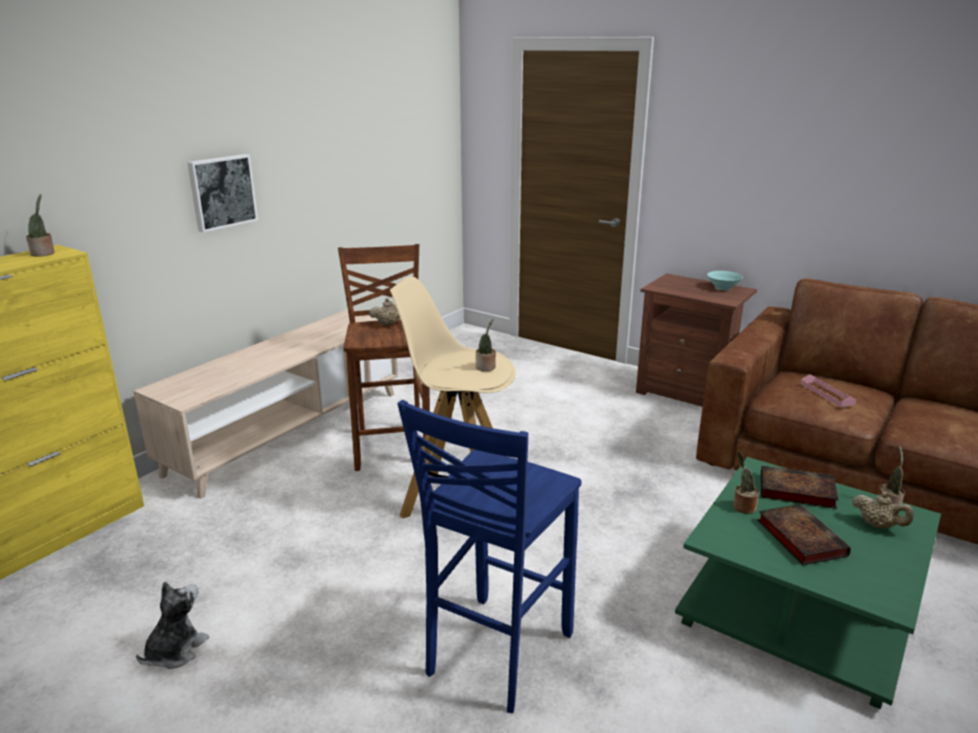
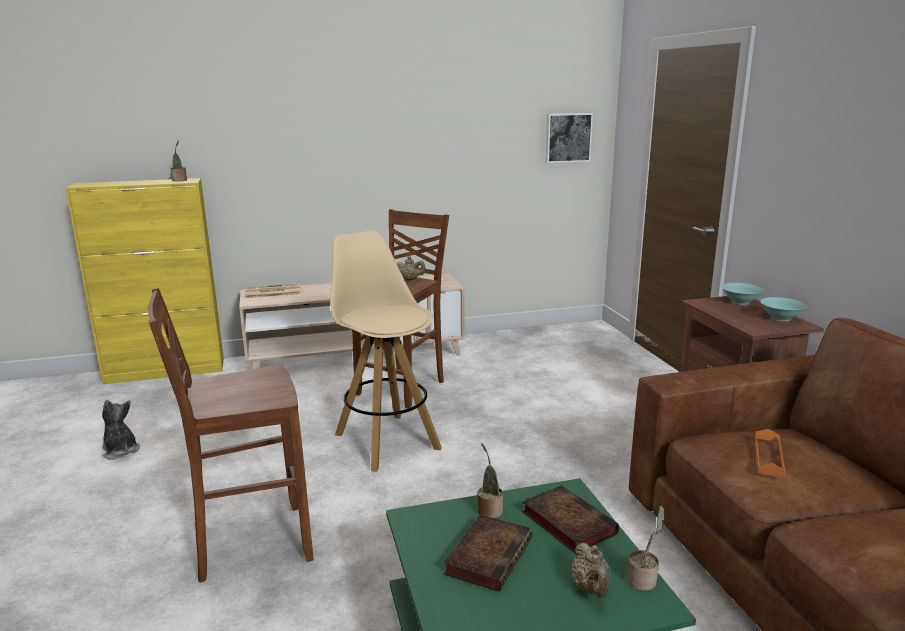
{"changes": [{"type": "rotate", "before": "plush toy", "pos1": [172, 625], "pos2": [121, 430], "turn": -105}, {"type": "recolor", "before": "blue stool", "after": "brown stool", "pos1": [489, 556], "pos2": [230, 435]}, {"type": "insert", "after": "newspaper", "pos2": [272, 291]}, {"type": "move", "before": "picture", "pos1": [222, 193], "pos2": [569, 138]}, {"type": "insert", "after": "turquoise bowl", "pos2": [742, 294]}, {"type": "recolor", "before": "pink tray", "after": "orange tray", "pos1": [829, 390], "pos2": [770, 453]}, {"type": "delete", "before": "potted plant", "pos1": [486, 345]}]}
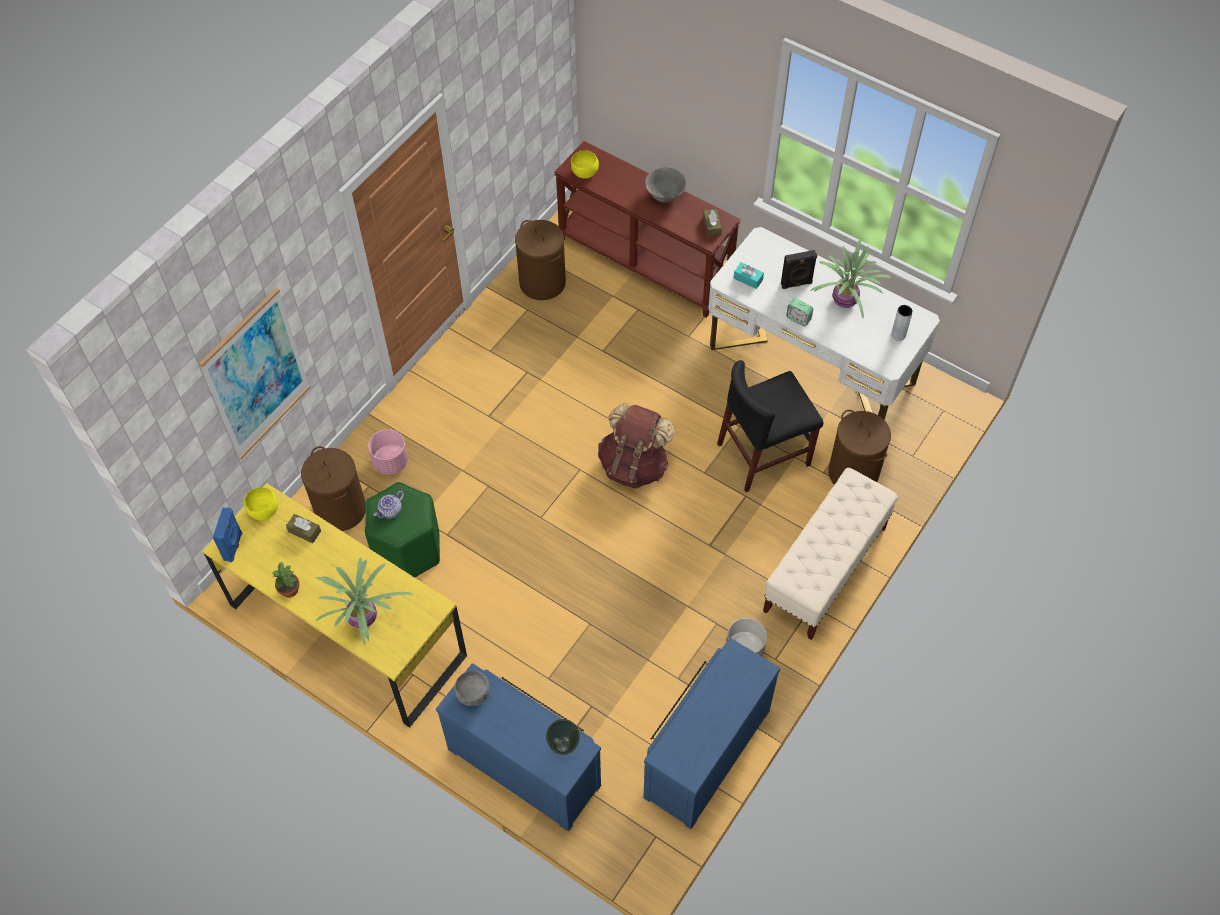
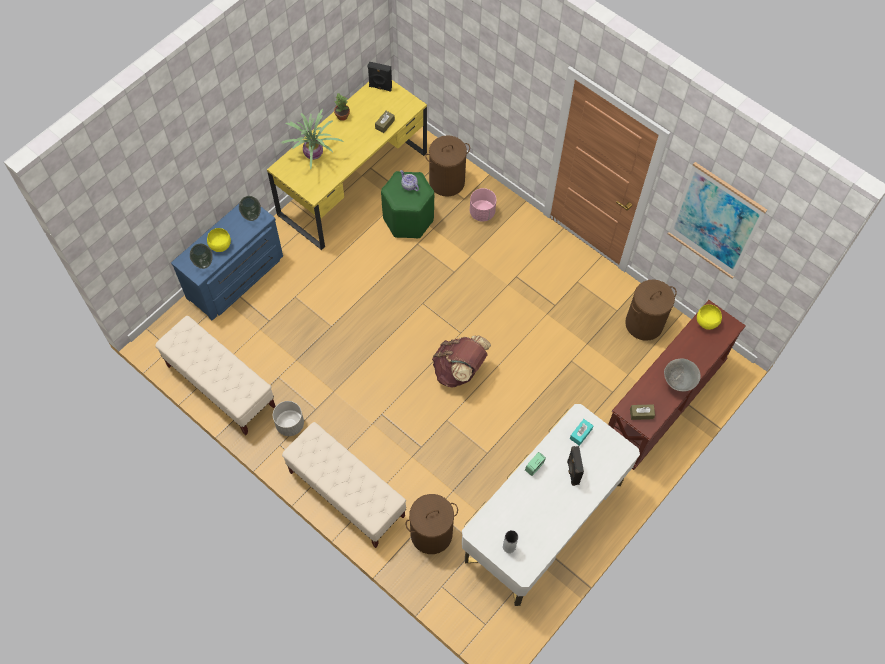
{"changes": [{"type": "replace", "before": "blue dresser", "after": "beige bench", "pos1": [711, 733], "pos2": [215, 375]}, {"type": "move", "before": "yellow bowl", "pos1": [261, 503], "pos2": [219, 240]}, {"type": "replace", "before": "grey bowl", "after": "vase", "pos1": [472, 688], "pos2": [250, 208]}, {"type": "recolor", "before": "blue speaker", "after": "black speaker", "pos1": [227, 534], "pos2": [379, 76]}, {"type": "move", "before": "picture", "pos1": [254, 373], "pos2": [717, 220]}, {"type": "delete", "before": "black chair", "pos1": [770, 426]}, {"type": "delete", "before": "potted plant", "pos1": [851, 278]}]}
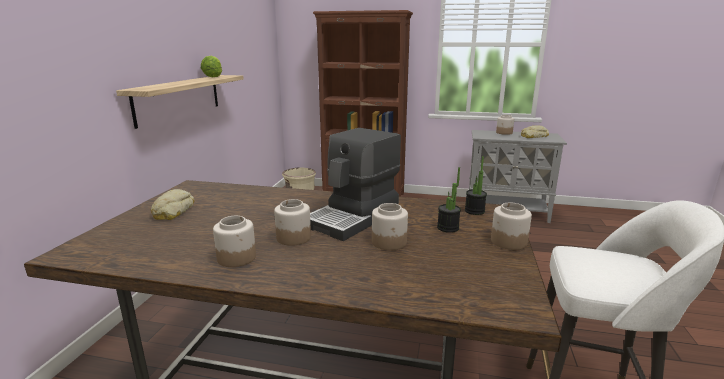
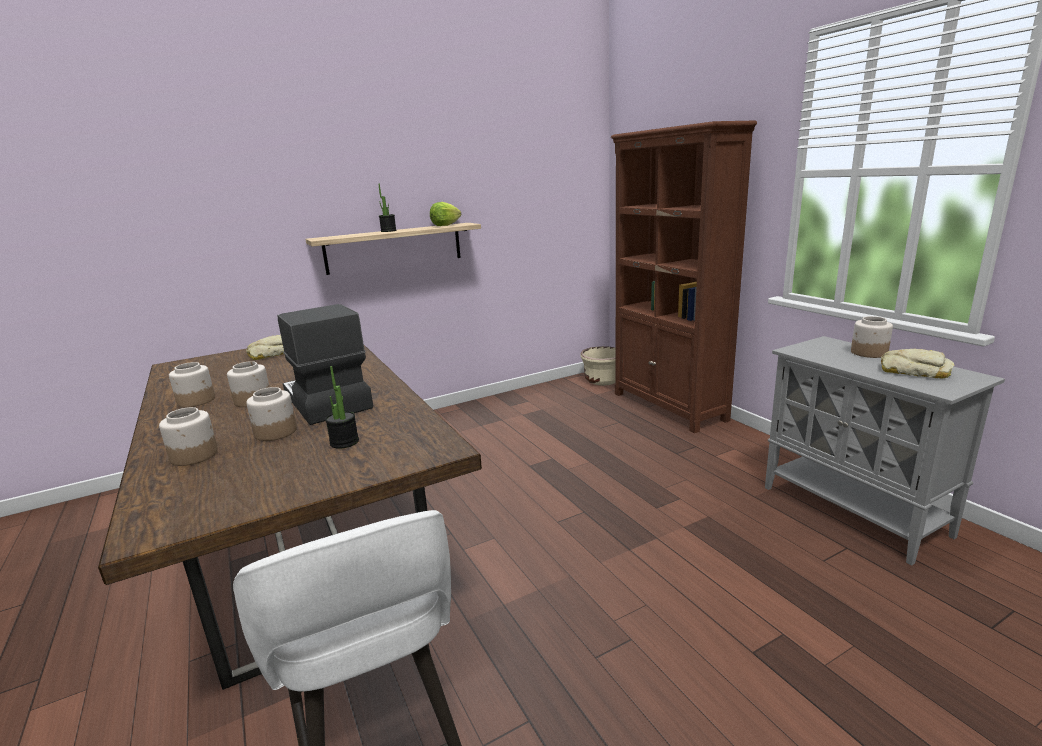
{"changes": [{"type": "move", "before": "jar", "pos1": [511, 226], "pos2": [188, 436]}, {"type": "rotate", "before": "coffee machine", "pos1": [355, 184], "pos2": [325, 364], "turn": 60}, {"type": "move", "before": "potted plant", "pos1": [476, 185], "pos2": [387, 207]}]}
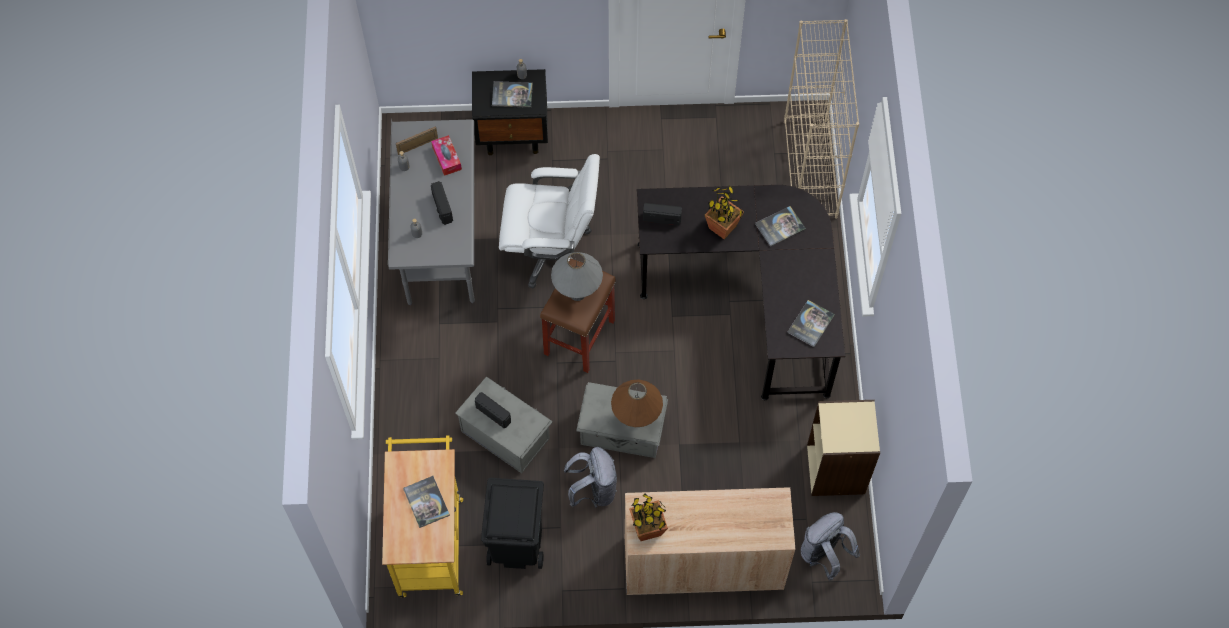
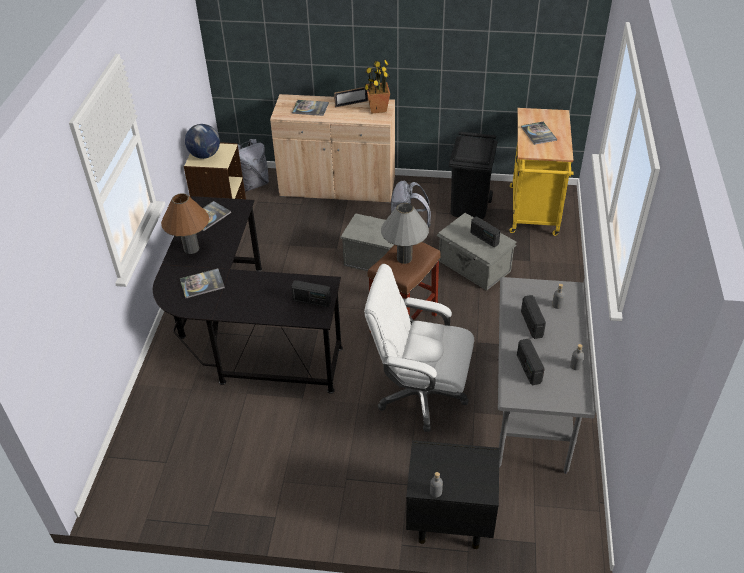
{"changes": [{"type": "move", "before": "brown table lamp", "pos1": [637, 403], "pos2": [185, 223]}, {"type": "insert", "after": "globe", "pos2": [202, 141]}, {"type": "move", "before": "book", "pos1": [512, 94], "pos2": [310, 108]}, {"type": "move", "before": "picture frame", "pos1": [417, 140], "pos2": [351, 97]}, {"type": "replace", "before": "tissue box", "after": "radio", "pos1": [446, 155], "pos2": [531, 362]}, {"type": "delete", "before": "potted plant", "pos1": [724, 212]}, {"type": "delete", "before": "beige bookcase", "pos1": [821, 119]}]}
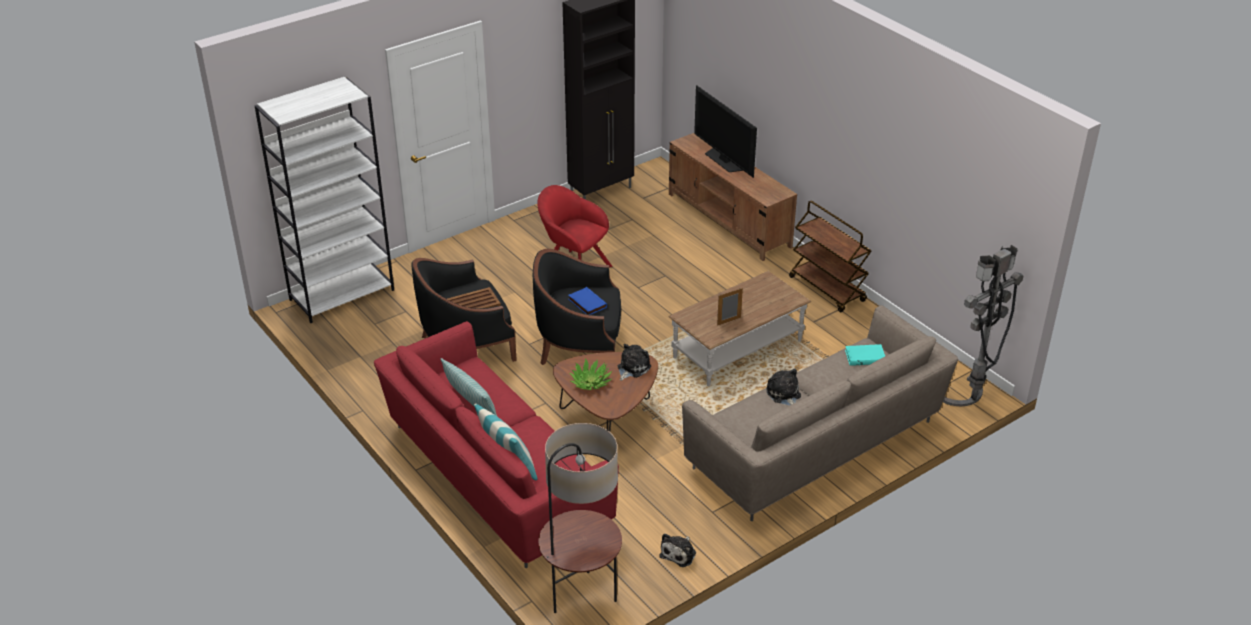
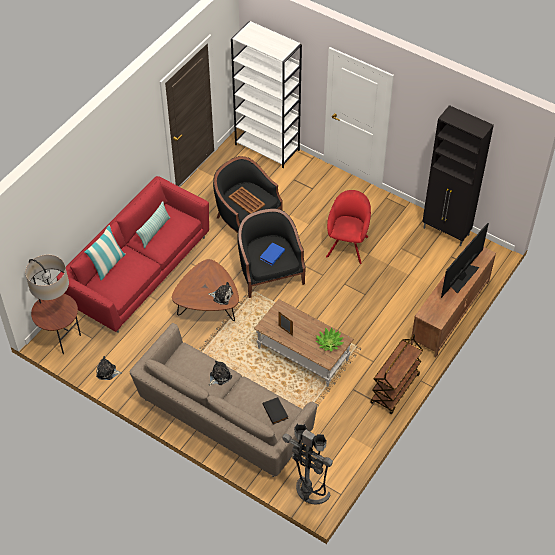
{"changes": [{"type": "recolor", "before": "turquoise book", "after": "black book", "pos1": [865, 355], "pos2": [275, 411]}, {"type": "move", "before": "potted plant", "pos1": [591, 374], "pos2": [329, 339]}]}
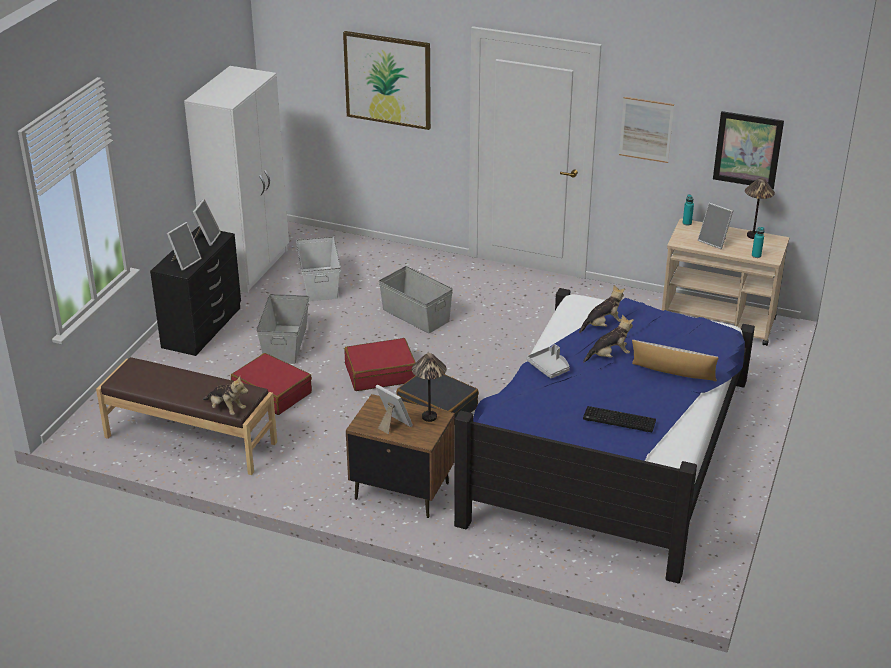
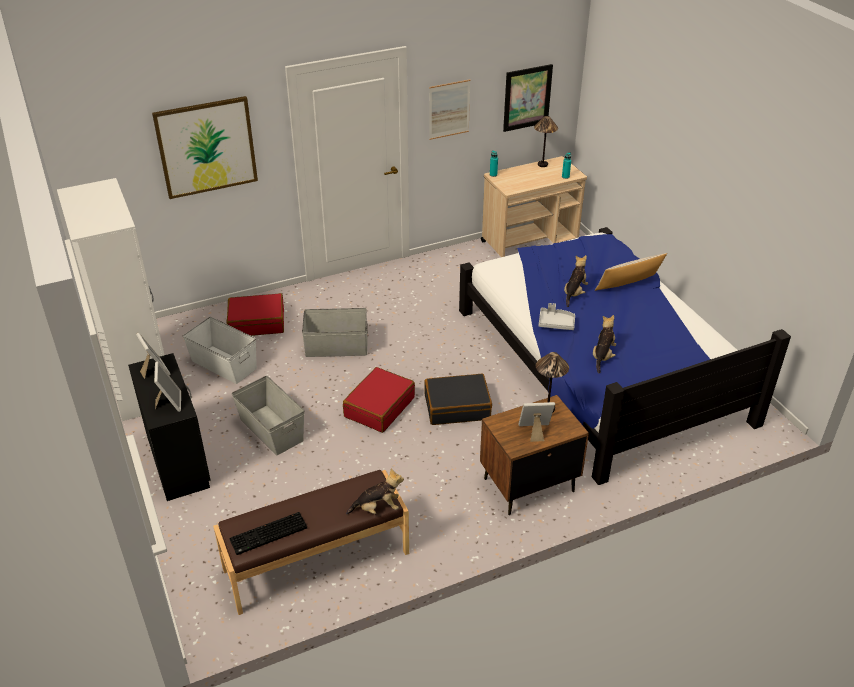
{"changes": [{"type": "move", "before": "red suitcase", "pos1": [271, 384], "pos2": [255, 314]}, {"type": "move", "before": "keyboard", "pos1": [619, 419], "pos2": [268, 533]}, {"type": "move", "before": "plush toy", "pos1": [602, 309], "pos2": [604, 344]}, {"type": "delete", "before": "picture frame", "pos1": [715, 226]}]}
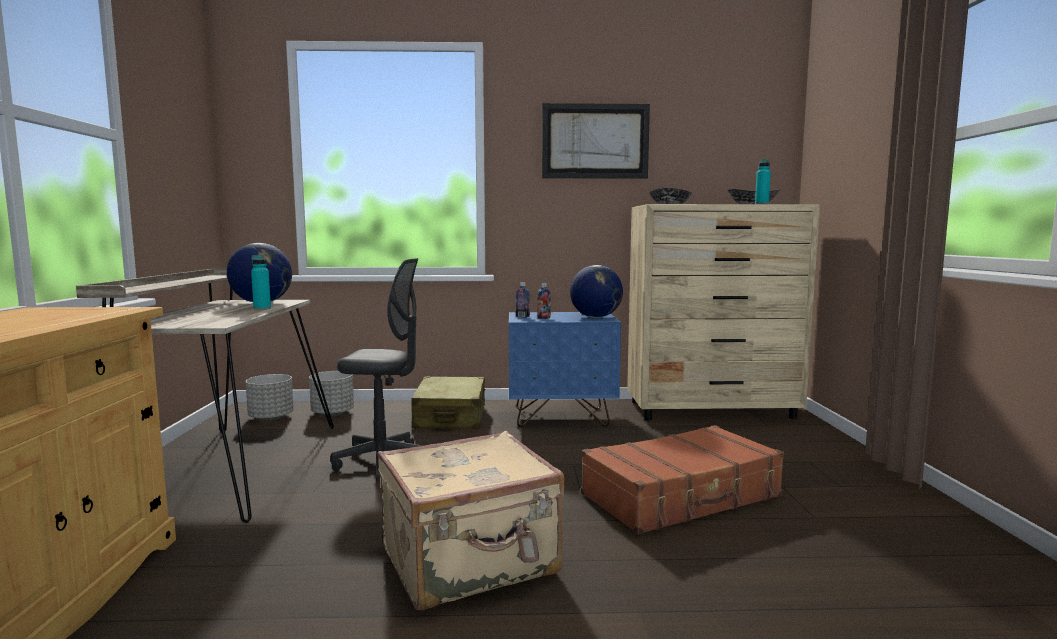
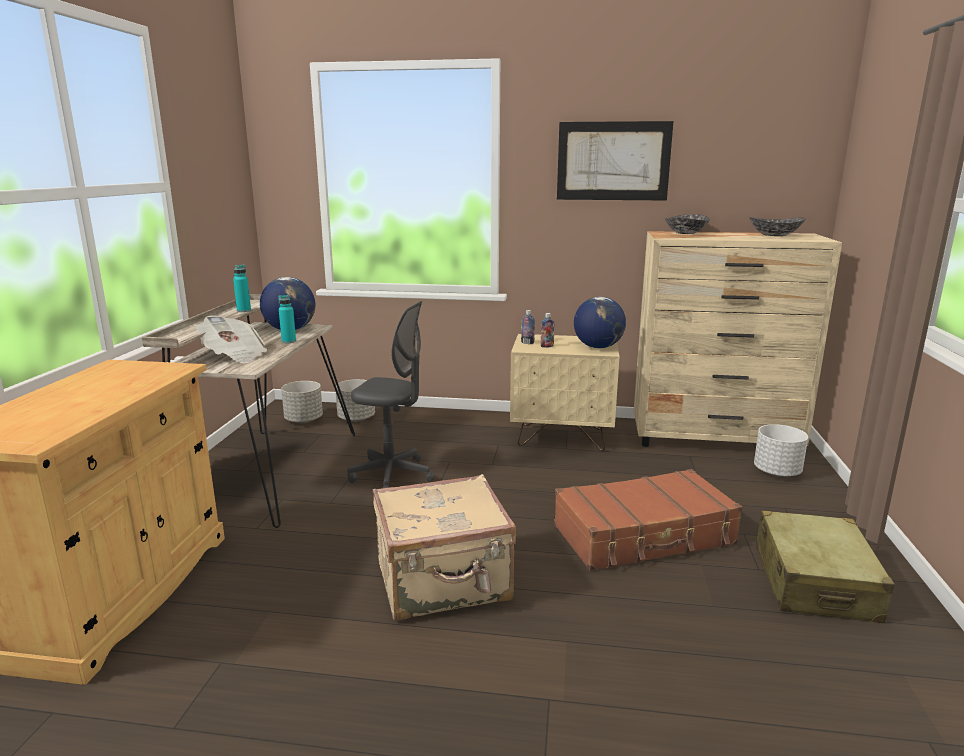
{"changes": [{"type": "insert", "after": "newspaper", "pos2": [231, 339]}, {"type": "move", "before": "turquoise bottle", "pos1": [763, 181], "pos2": [242, 288]}, {"type": "recolor", "before": "blue nightstand", "after": "beige nightstand", "pos1": [565, 369], "pos2": [564, 392]}, {"type": "insert", "after": "white planter", "pos2": [781, 450]}, {"type": "move", "before": "beige suitcase", "pos1": [448, 403], "pos2": [825, 567]}]}
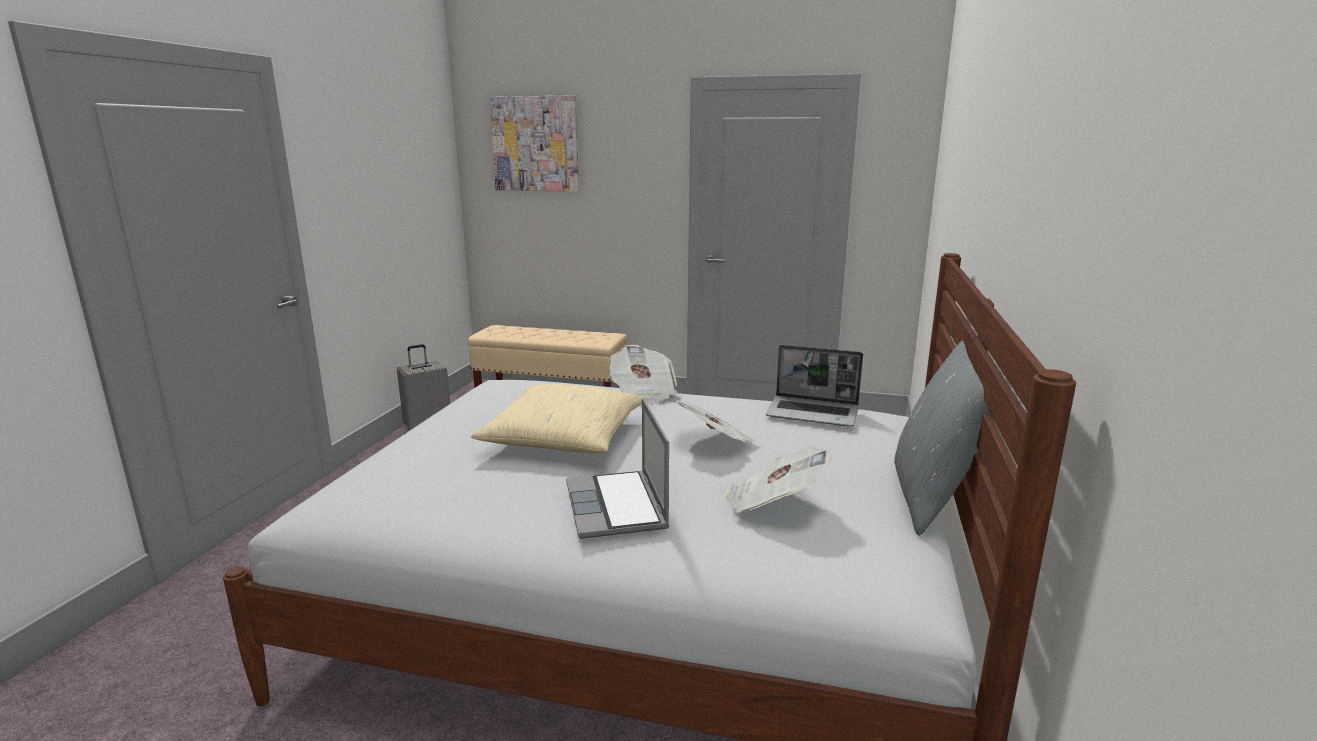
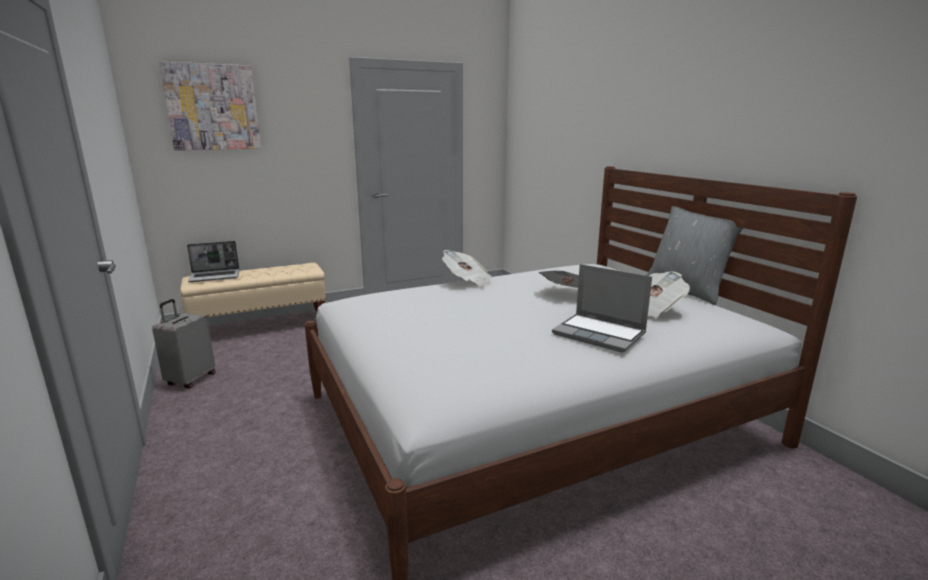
{"changes": [{"type": "move", "before": "laptop", "pos1": [814, 385], "pos2": [213, 261]}, {"type": "delete", "before": "beige pillow", "pos1": [558, 418]}]}
